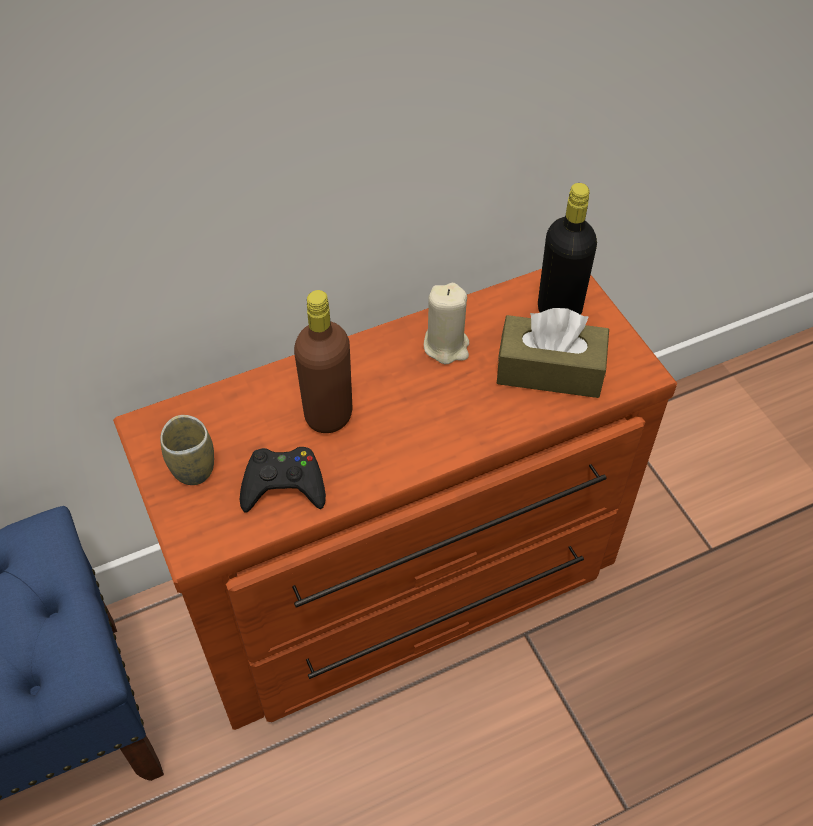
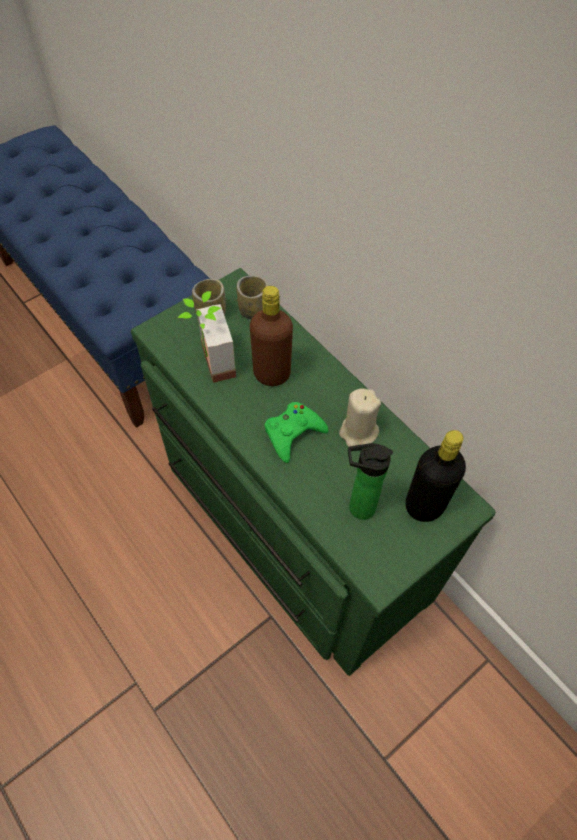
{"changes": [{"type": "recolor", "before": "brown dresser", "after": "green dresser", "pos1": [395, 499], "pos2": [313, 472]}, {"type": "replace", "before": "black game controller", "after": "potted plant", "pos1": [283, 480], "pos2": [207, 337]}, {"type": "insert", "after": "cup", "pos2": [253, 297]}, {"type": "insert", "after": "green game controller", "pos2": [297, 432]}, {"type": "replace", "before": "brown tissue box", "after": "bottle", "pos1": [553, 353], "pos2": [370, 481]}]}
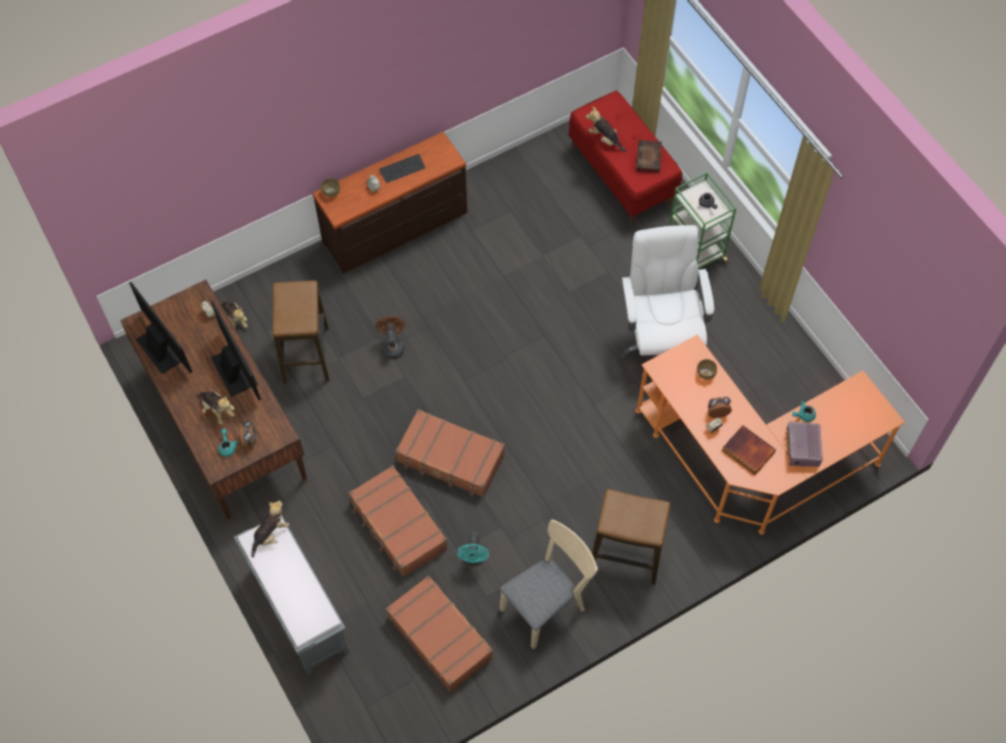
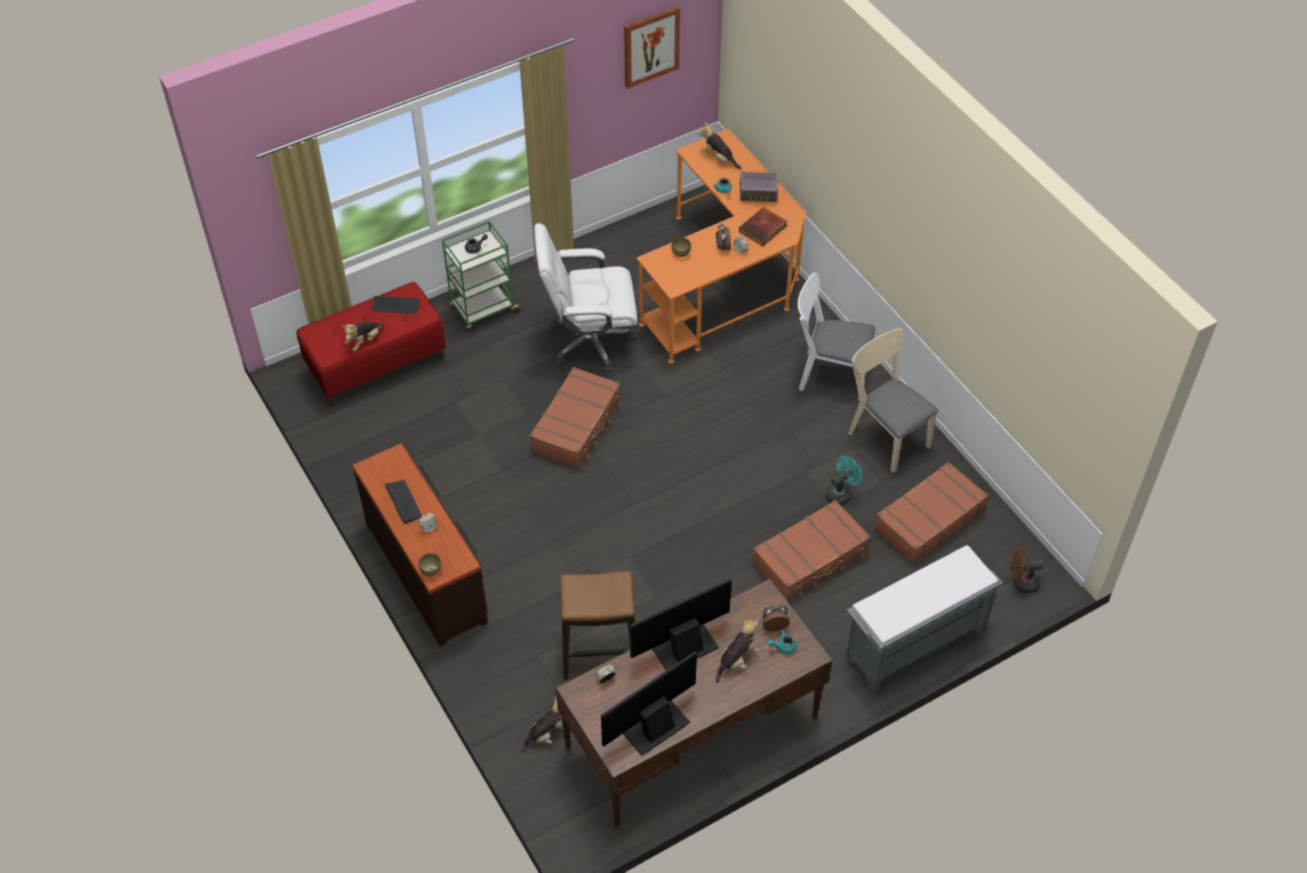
{"changes": [{"type": "replace", "before": "book", "after": "keyboard", "pos1": [649, 156], "pos2": [396, 305]}, {"type": "move", "before": "brown suitcase", "pos1": [450, 453], "pos2": [575, 418]}, {"type": "insert", "after": "picture", "pos2": [652, 47]}, {"type": "move", "before": "plush toy", "pos1": [270, 529], "pos2": [719, 145]}, {"type": "replace", "before": "stool", "after": "white chair", "pos1": [631, 537], "pos2": [836, 336]}, {"type": "rotate", "before": "turquoise fan", "pos1": [473, 548], "pos2": [844, 481], "turn": -45}, {"type": "move", "before": "brown fan", "pos1": [390, 337], "pos2": [1027, 571]}]}
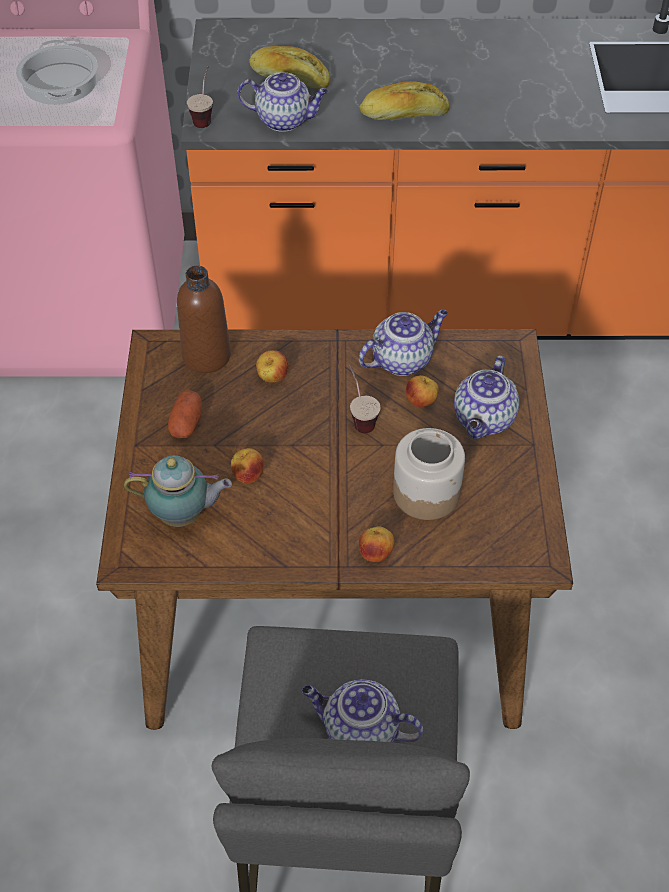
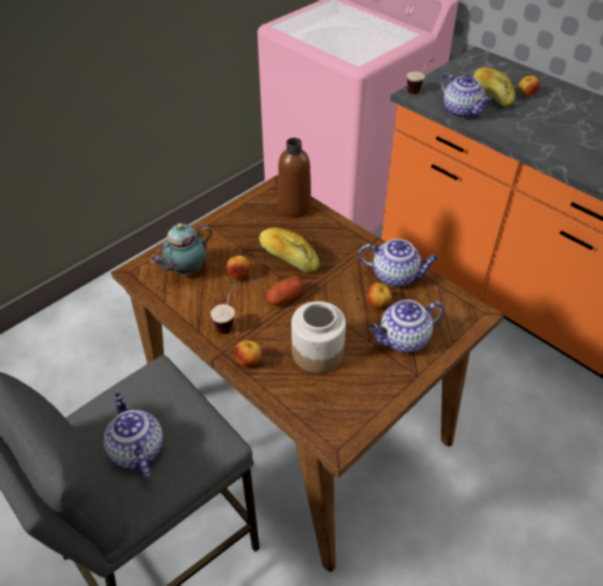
{"changes": [{"type": "rotate", "before": "teapot", "pos1": [178, 491], "pos2": [181, 249], "turn": 90}, {"type": "move", "before": "cup", "pos1": [364, 399], "pos2": [223, 307]}, {"type": "move", "before": "bread", "pos1": [405, 100], "pos2": [289, 250]}, {"type": "move", "before": "potato", "pos1": [185, 414], "pos2": [284, 290]}, {"type": "move", "before": "apple", "pos1": [272, 366], "pos2": [529, 85]}, {"type": "delete", "before": "cooking pot", "pos1": [57, 72]}]}
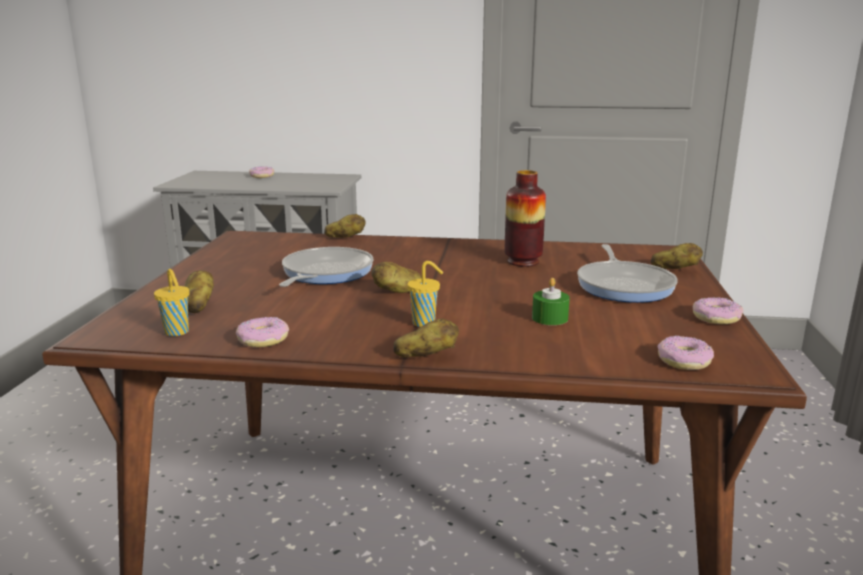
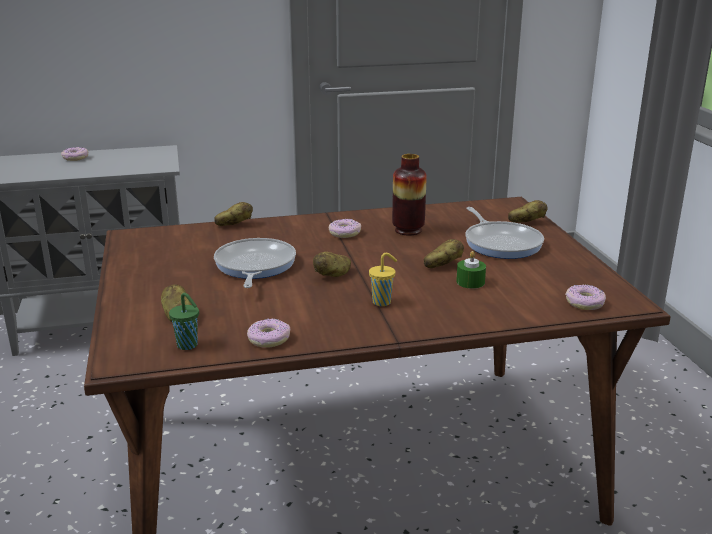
{"changes": [{"type": "recolor", "before": "yellow cup", "after": "green cup", "pos1": [171, 302], "pos2": [184, 321]}, {"type": "move", "before": "donut", "pos1": [718, 310], "pos2": [345, 228]}, {"type": "move", "before": "potato", "pos1": [426, 338], "pos2": [444, 253]}]}
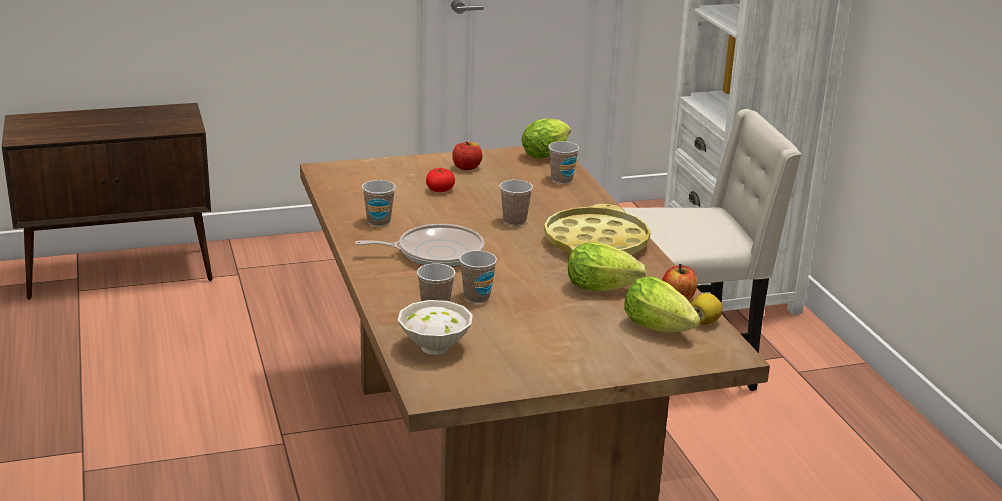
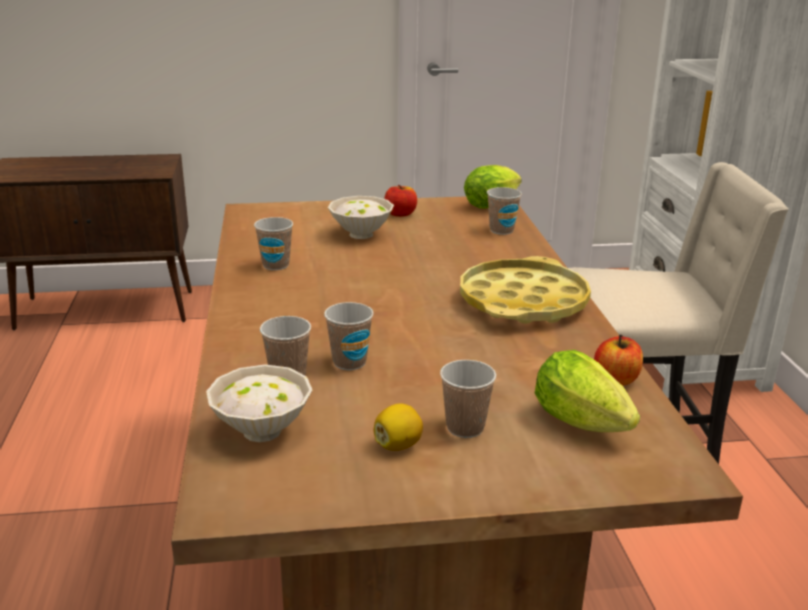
{"changes": [{"type": "replace", "before": "tomato", "after": "white bowl", "pos1": [440, 180], "pos2": [361, 217]}, {"type": "move", "before": "lemon", "pos1": [707, 309], "pos2": [398, 427]}, {"type": "move", "before": "cup", "pos1": [516, 203], "pos2": [468, 399]}, {"type": "delete", "before": "frying pan", "pos1": [419, 245]}, {"type": "delete", "before": "lettuce", "pos1": [607, 267]}]}
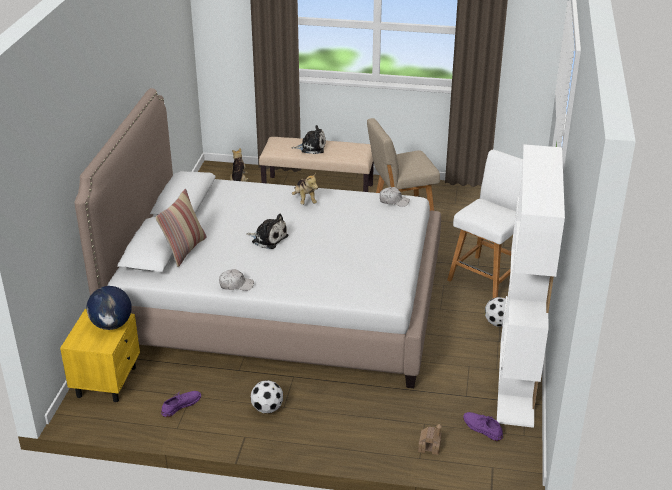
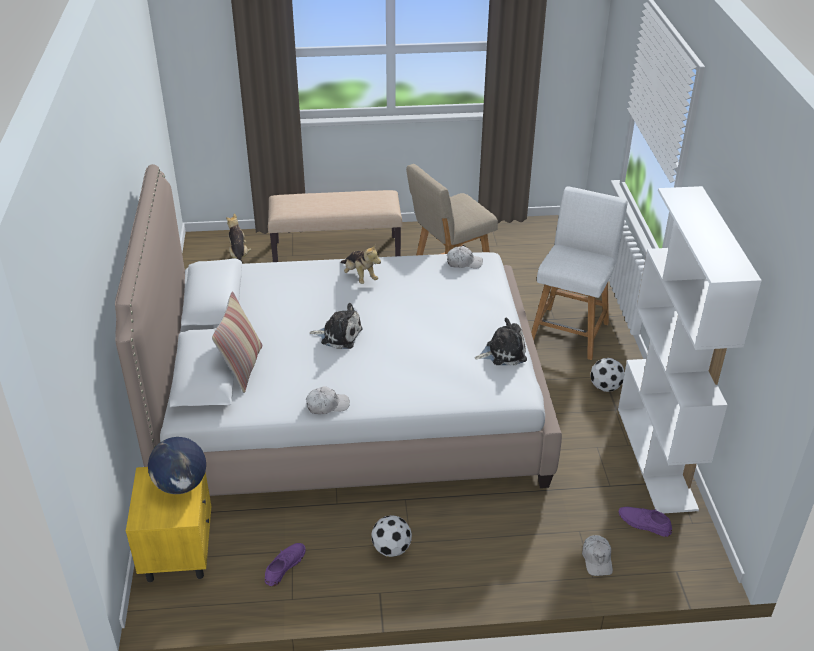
{"changes": [{"type": "move", "before": "plush toy", "pos1": [309, 139], "pos2": [500, 341]}, {"type": "replace", "before": "toy house", "after": "white cap", "pos1": [430, 439], "pos2": [597, 555]}]}
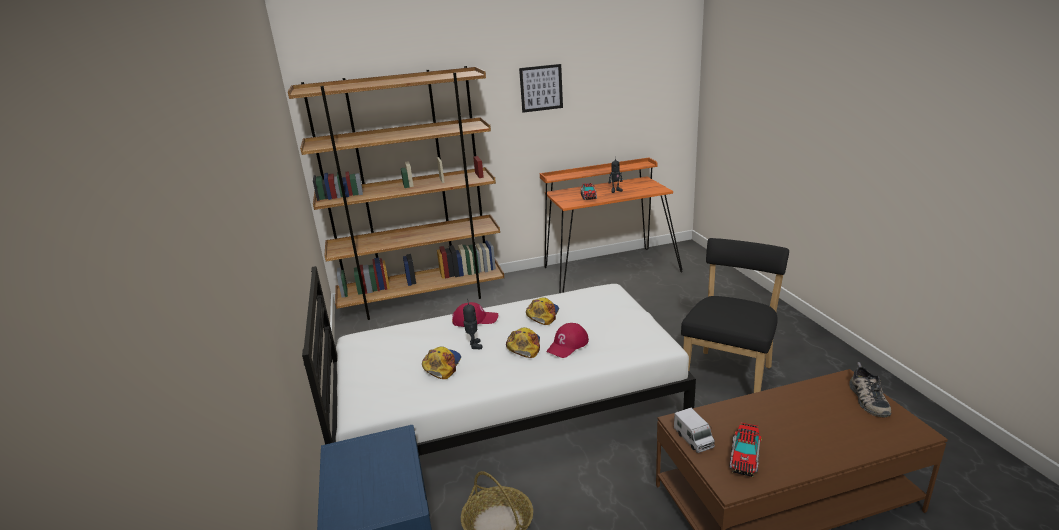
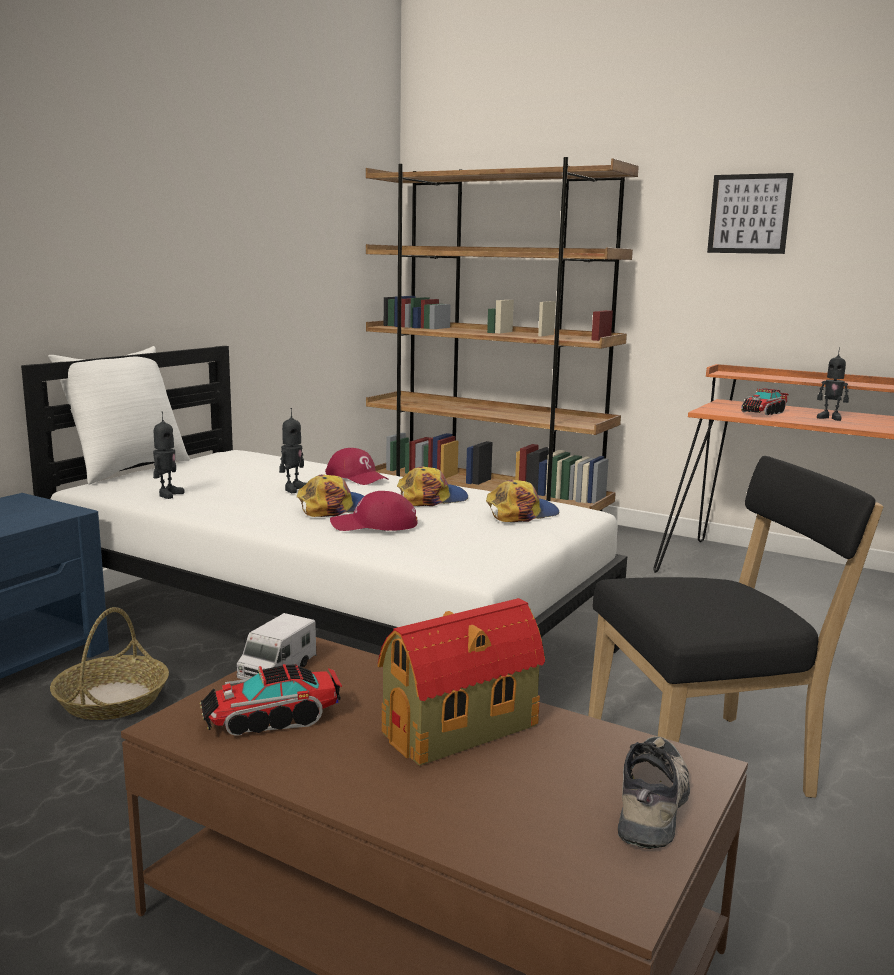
{"changes": [{"type": "insert", "after": "white pillow", "pos2": [119, 415]}, {"type": "insert", "after": "toy robot", "pos2": [169, 455]}, {"type": "insert", "after": "toy house", "pos2": [461, 682]}, {"type": "move", "before": "cap", "pos1": [441, 362], "pos2": [522, 501]}, {"type": "rotate", "before": "shoe", "pos1": [870, 389], "pos2": [654, 792], "turn": 150}]}
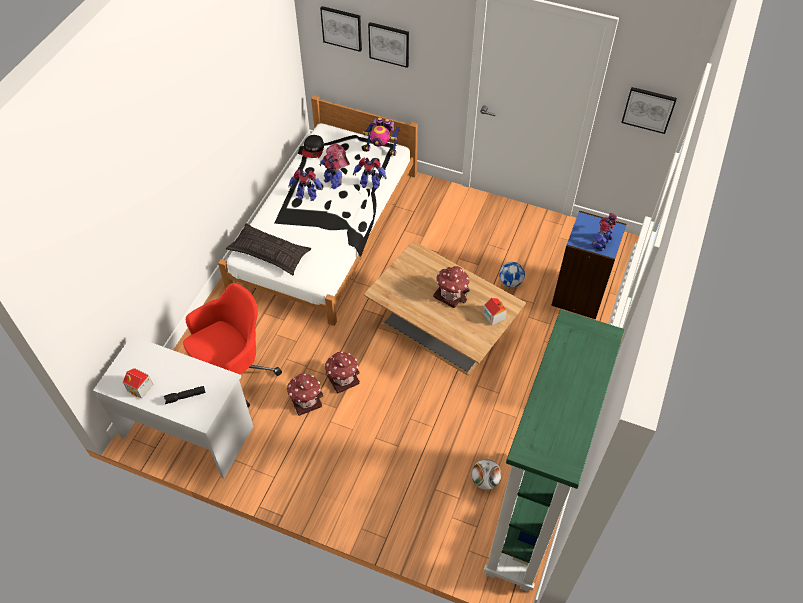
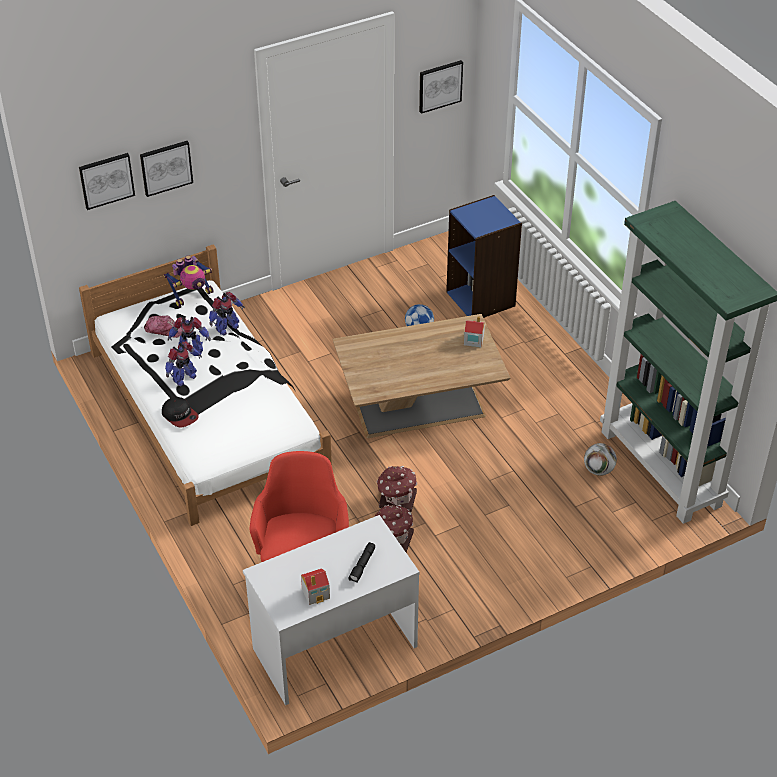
{"changes": [{"type": "move", "before": "cap", "pos1": [313, 146], "pos2": [180, 412]}, {"type": "delete", "before": "pillow", "pos1": [268, 249]}, {"type": "delete", "before": "toy house", "pos1": [451, 287]}, {"type": "delete", "before": "toy robot", "pos1": [604, 232]}]}
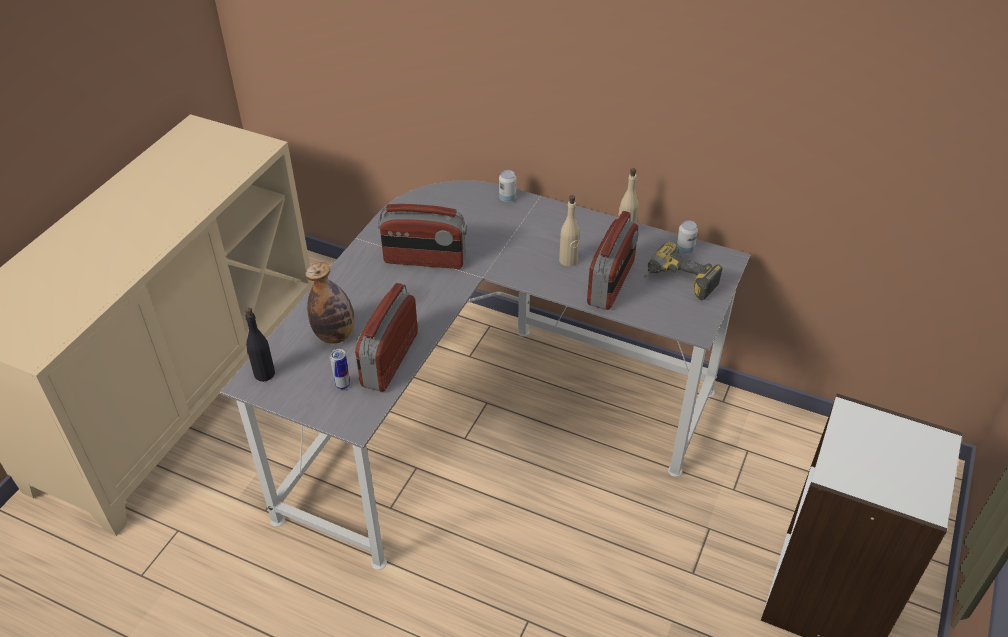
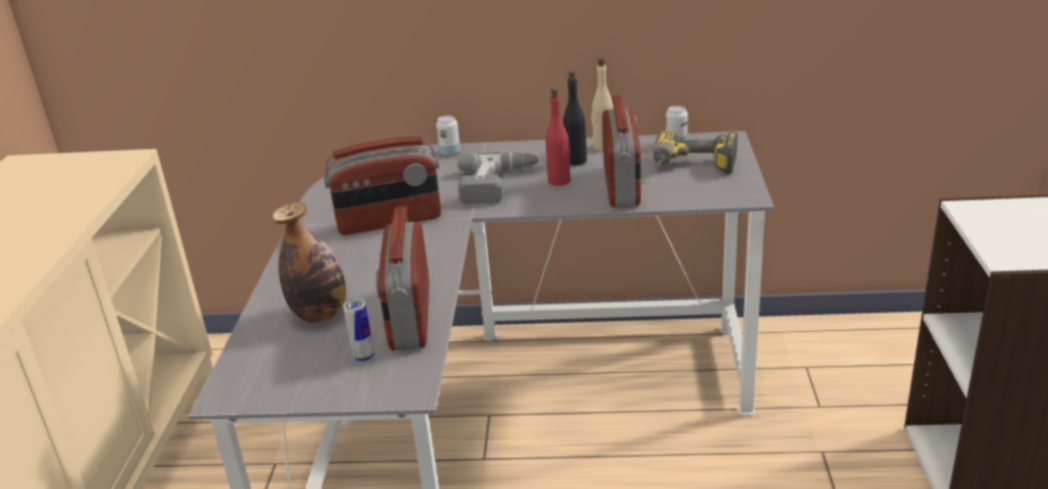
{"changes": [{"type": "insert", "after": "power drill", "pos2": [499, 178]}, {"type": "recolor", "before": "beige bottle", "after": "red bottle", "pos1": [569, 231], "pos2": [558, 136]}, {"type": "move", "before": "black bottle", "pos1": [260, 344], "pos2": [575, 118]}]}
